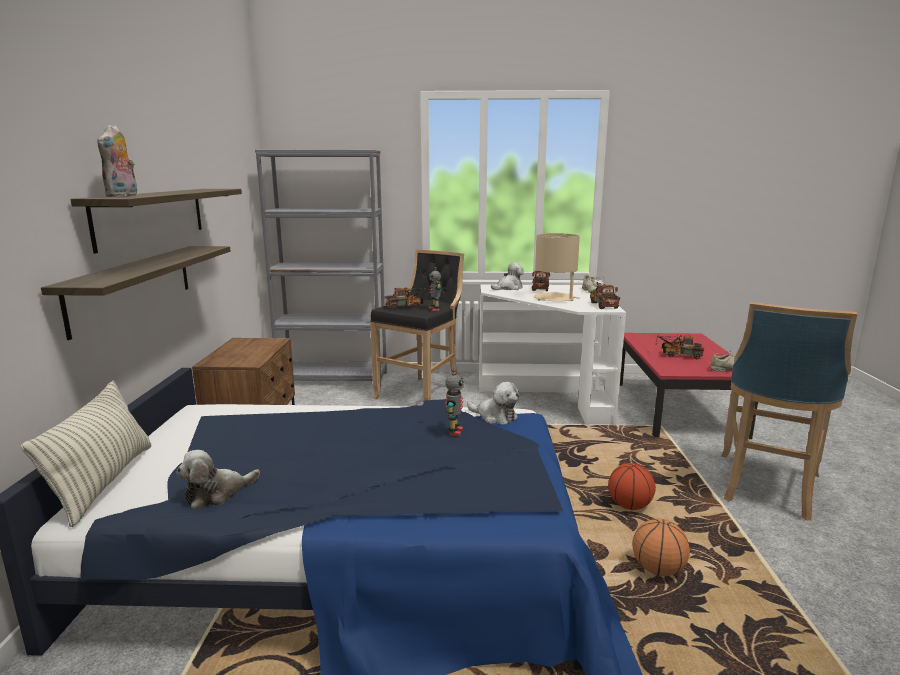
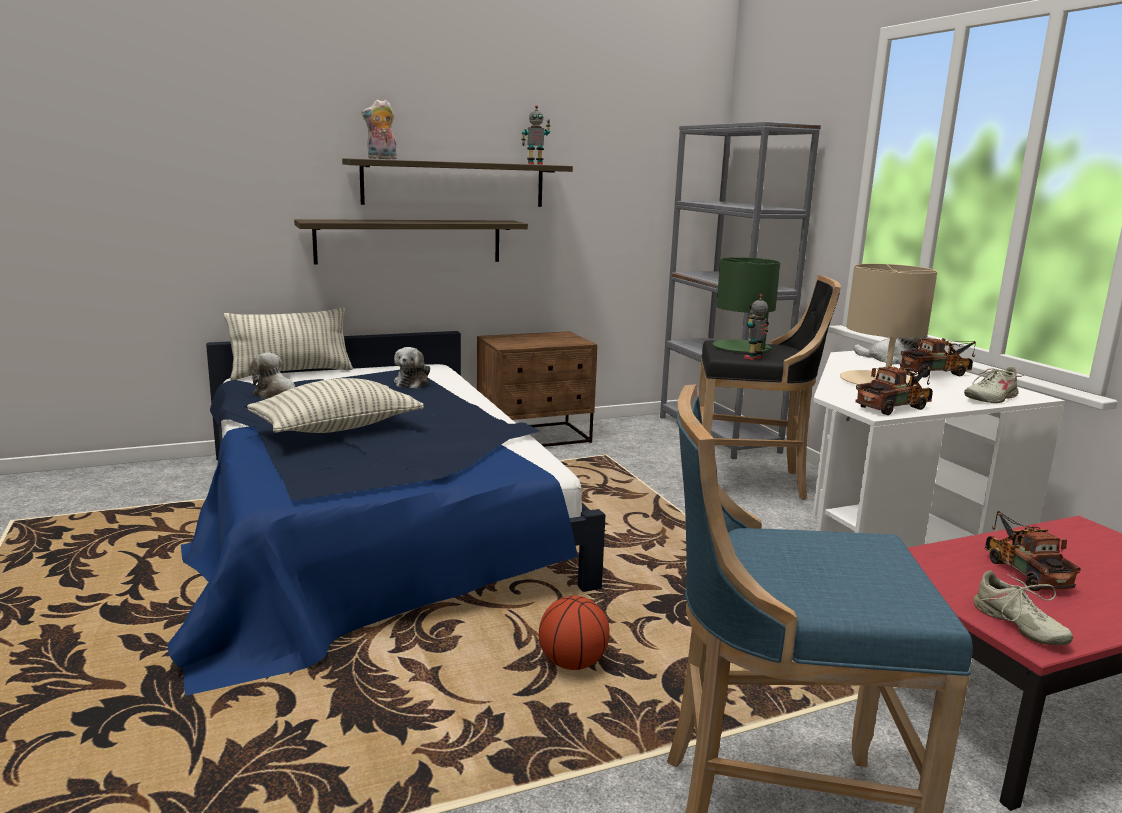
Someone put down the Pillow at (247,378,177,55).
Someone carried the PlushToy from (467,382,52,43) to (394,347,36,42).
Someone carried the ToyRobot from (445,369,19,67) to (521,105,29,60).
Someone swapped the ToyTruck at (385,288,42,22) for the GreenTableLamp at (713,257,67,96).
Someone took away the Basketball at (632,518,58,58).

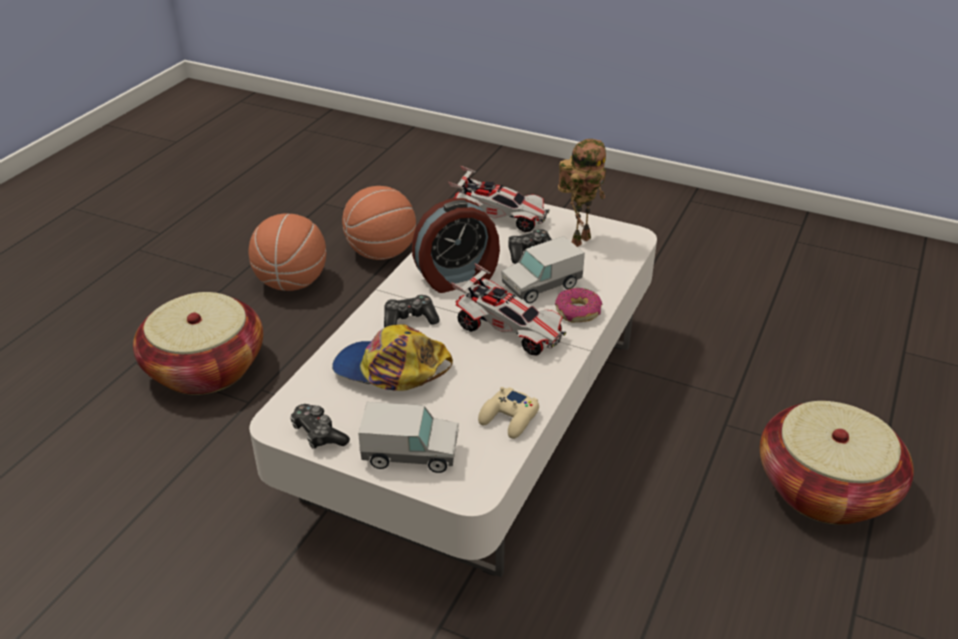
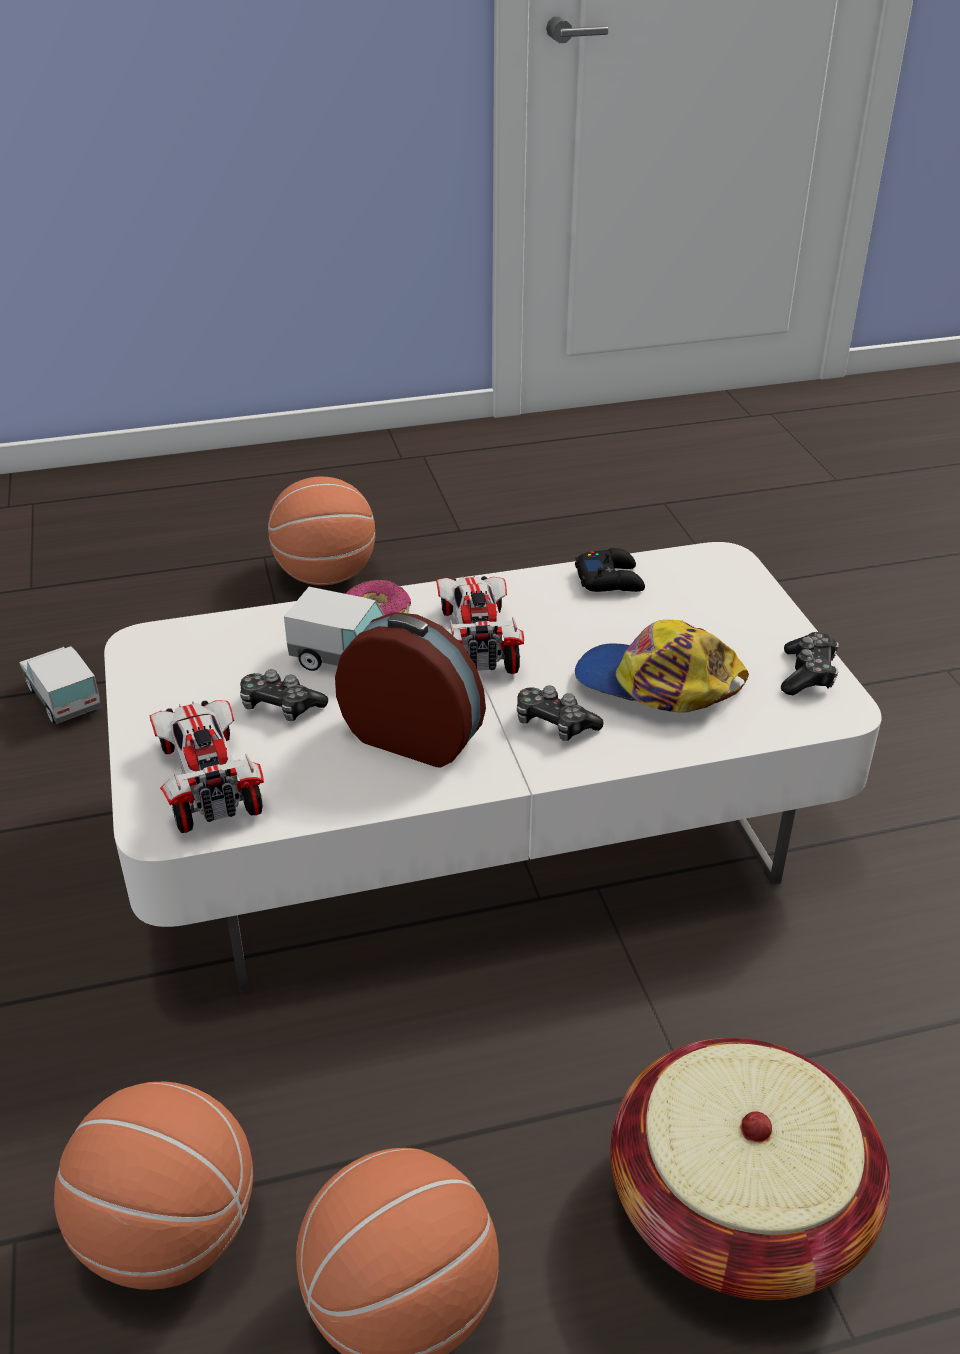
Someone carried the ToyTruck from (358,402,101,71) to (19,646,82,78).
Someone swapped the Basket at (760,401,154,124) for the Basketball at (268,477,107,108).
Someone repainted the BeigeGameController at (478,387,61,52), which became the BlackGameController at (575,548,70,44).
Someone rotated the Cap at (332,325,121,66) by 135 degrees clockwise.
Someone took away the ToyRobot at (558,139,48,108).

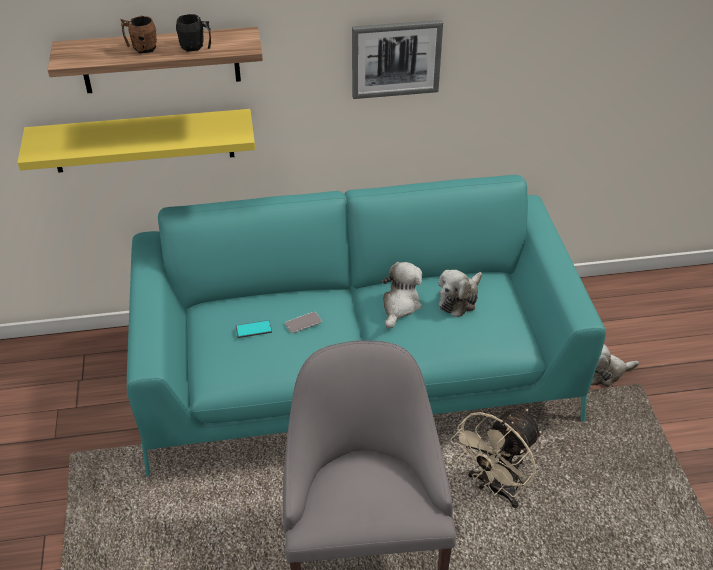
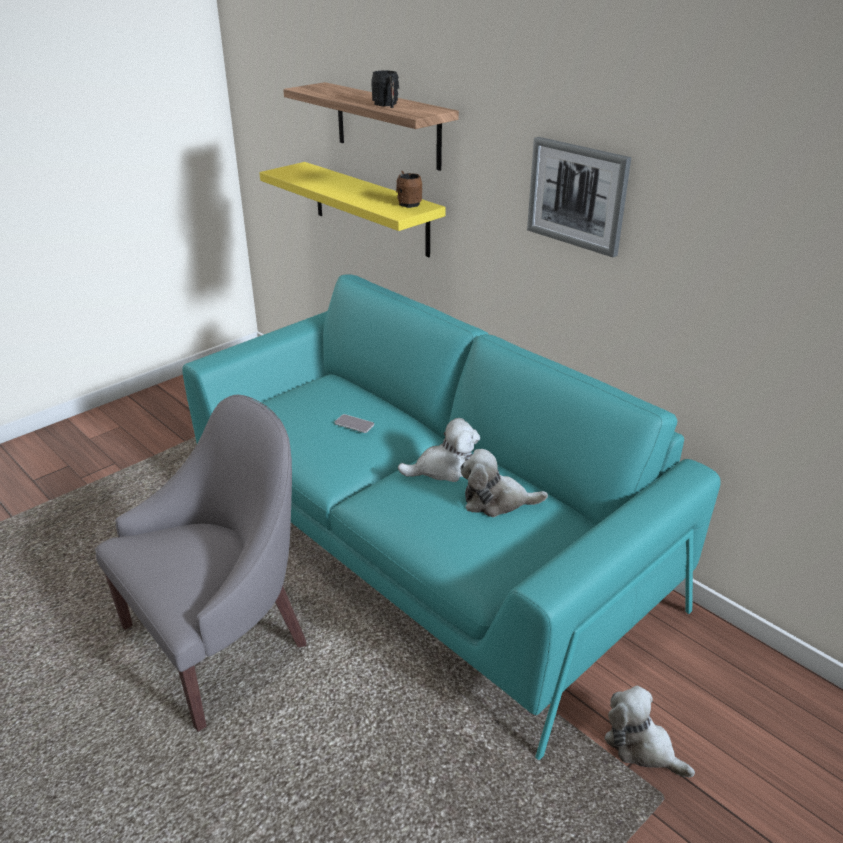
Someone carried the BrownMug from (120,16,37,37) to (396,171,26,37).
Someone took away the Phone at (236,320,36,18).
Someone took away the BeigeFan at (451,408,91,100).

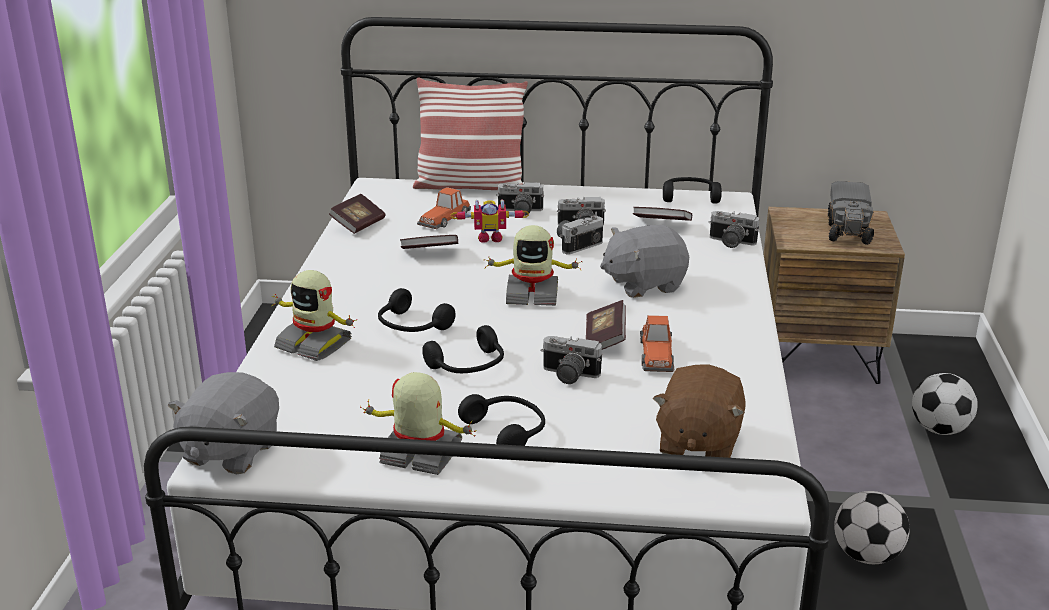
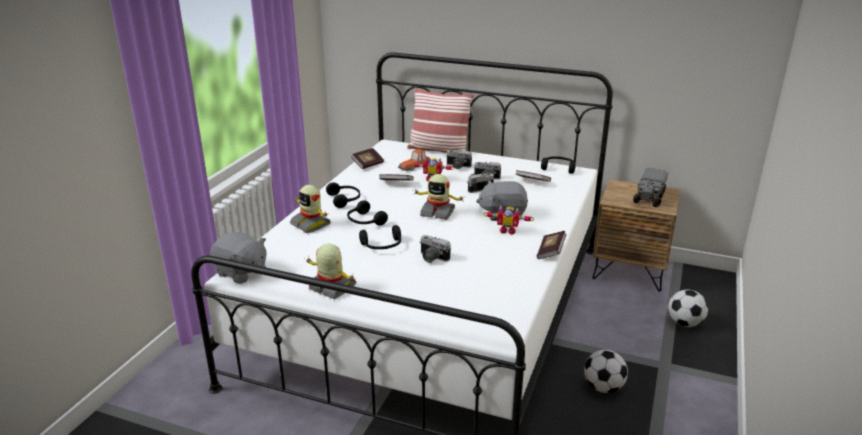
Someone rotated the GreyPlushToy at (168,372,111,102) by 90 degrees counterclockwise.
Someone carried the BlackHeadphones from (458,394,87,52) to (326,182,34,26).
Someone put down the ToyRobot at (484,206,50,28).
Someone carried the Book from (586,300,40,50) to (537,231,29,28).
Someone took away the ToyCar at (640,315,34,57).
Someone took away the BrownPlushToy at (653,364,92,94).
Someone took away the PhotoCamera at (709,211,50,37).

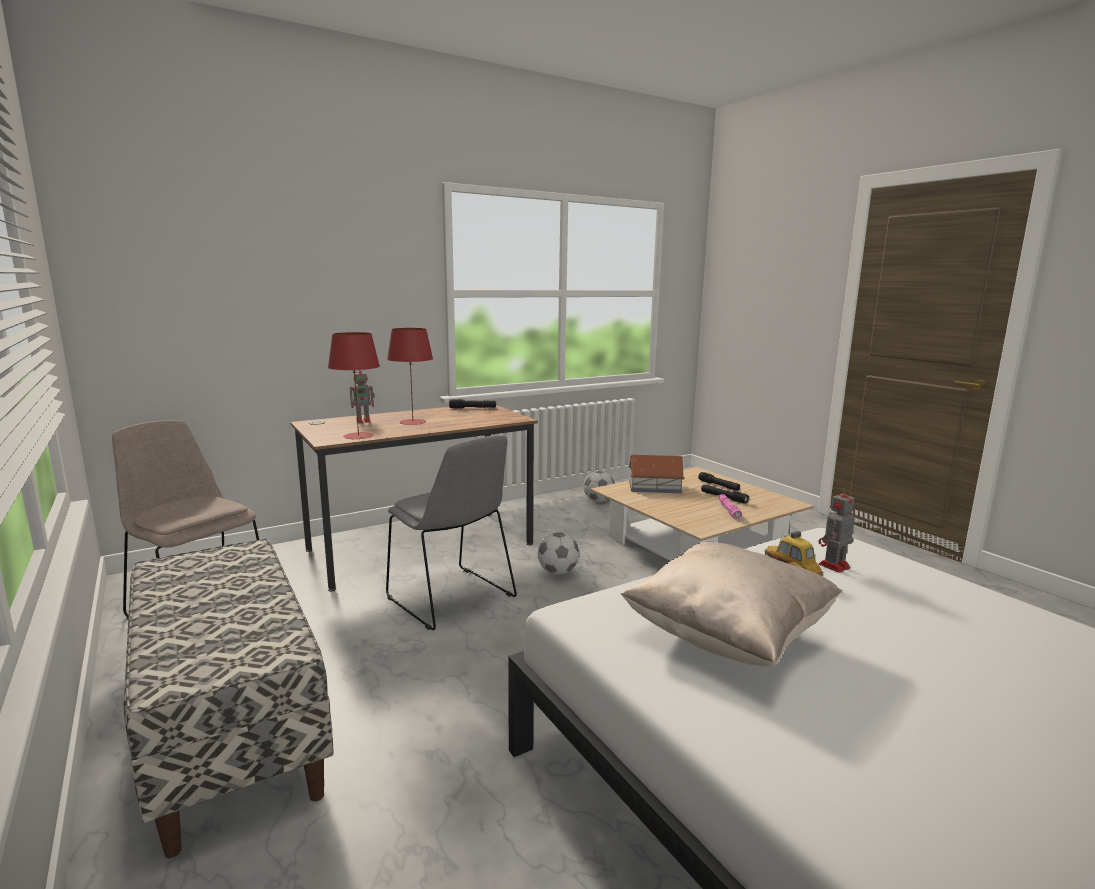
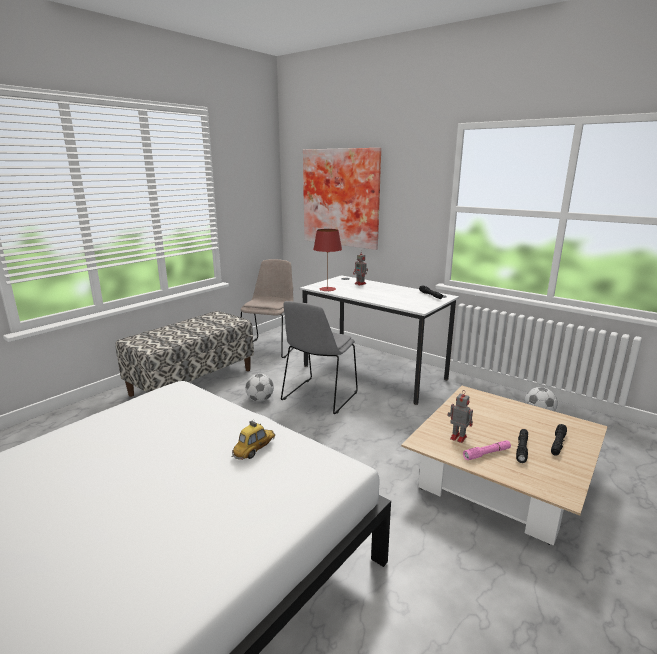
Someone carried the Football from (538,532,41,43) to (245,373,29,29).
Someone repainted the BrownDesk at (291,405,247,186), which became the WhiteDesk at (300,275,159,130).
Someone put up the Picture at (303,148,78,102).
Someone carried the ToyRobot from (818,487,37,86) to (447,393,26,50).
Someone took away the RedTableLamp at (387,328,46,97).
Someone took away the BeigePillow at (621,542,222,125).
Someone took away the ToyHouse at (629,455,56,38).

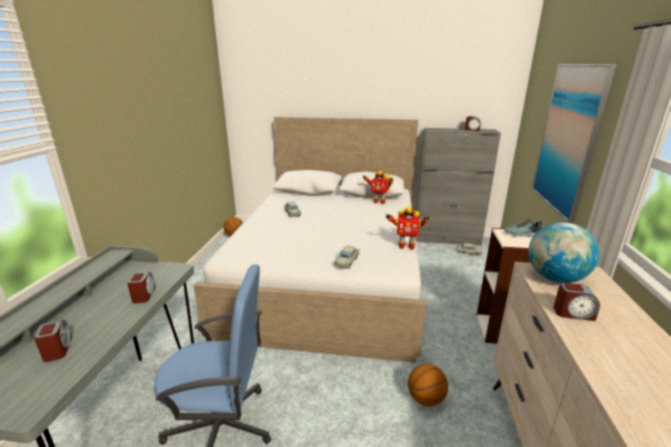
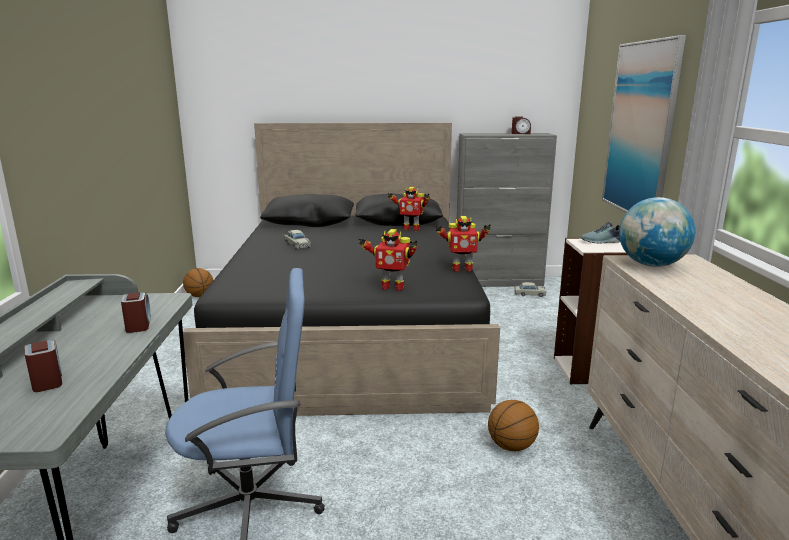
Someone repainted the WhiteBed at (193,117,233,246), which became the BlackBed at (183,123,317,293).
Someone swapped the BeigeToyCar at (334,245,25,24) for the ToyRobot at (359,229,58,62).
Someone took away the AlarmClock at (553,282,47,39).

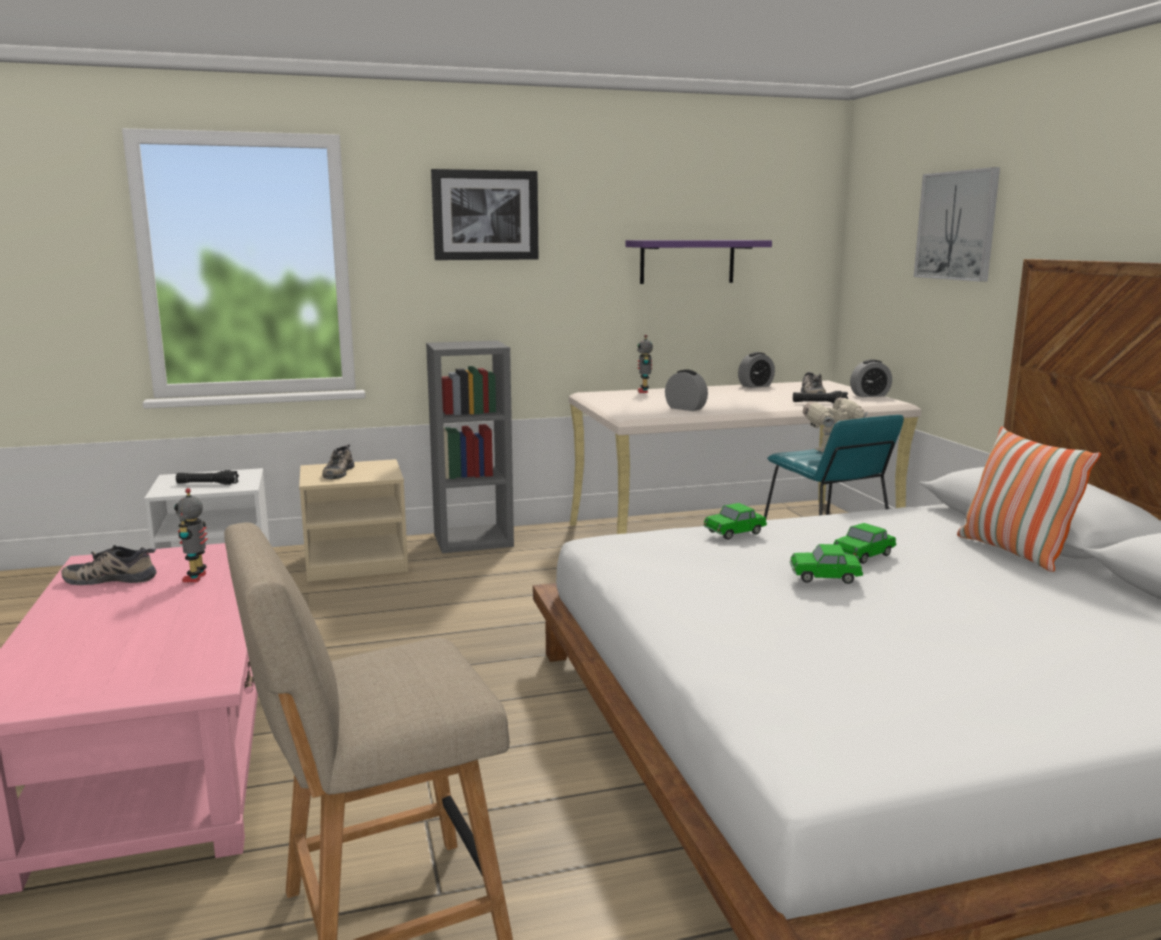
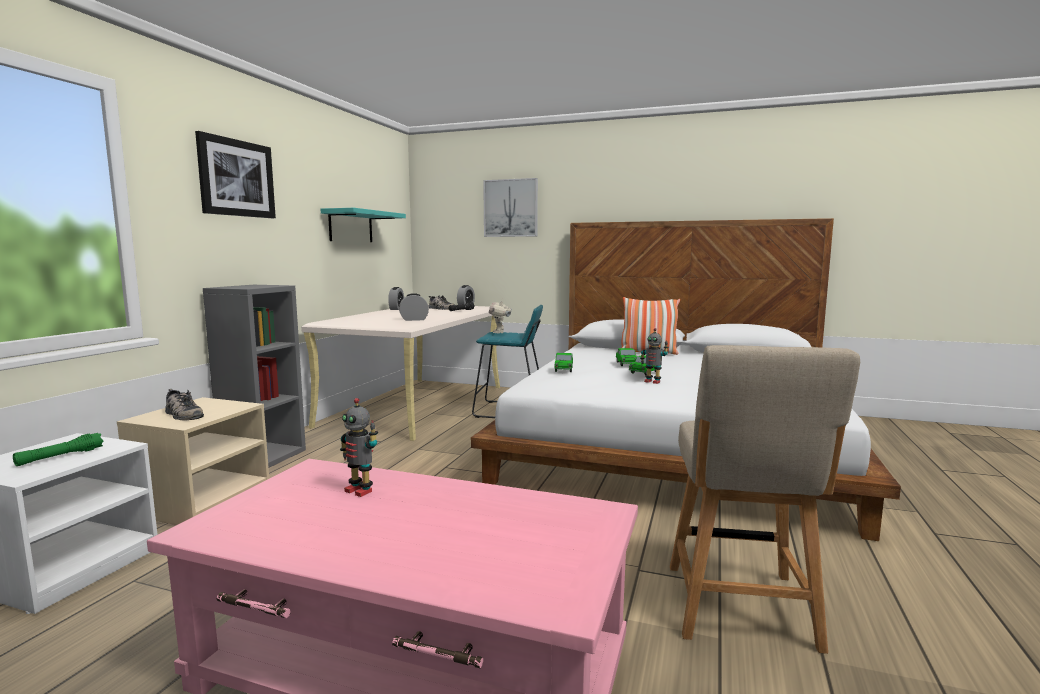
Someone repainted the BlackFlashlight at (176,470,63,15), which became the GreenFlashlight at (13,433,90,33).
Someone repainted the PurpleShelf at (626,240,146,44), which became the TurquoiseShelf at (321,208,85,34).
Someone carried the ToyRobot from (637,335,16,58) to (640,328,29,56).
Someone took away the Shoe at (61,545,96,40).

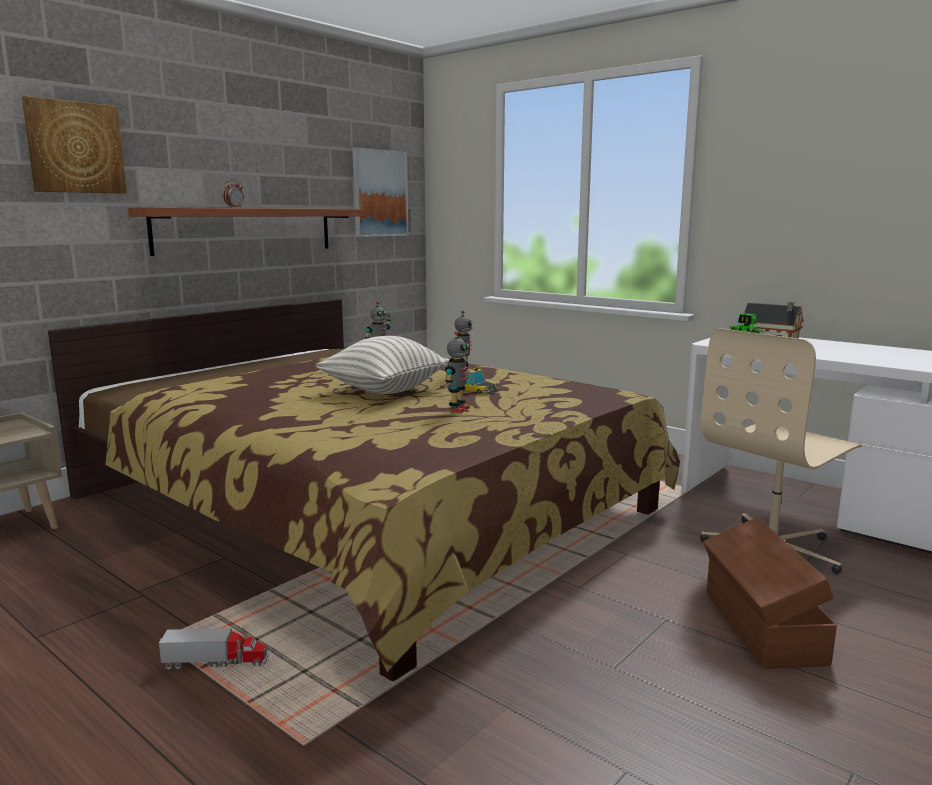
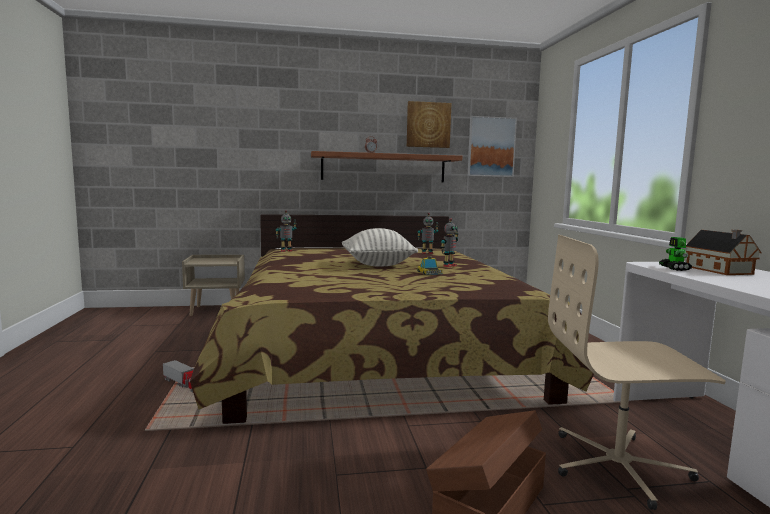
Someone carried the ToyRobot from (445,331,24,82) to (276,211,20,41).
Someone carried the Picture from (22,96,105,98) to (407,101,44,47).

